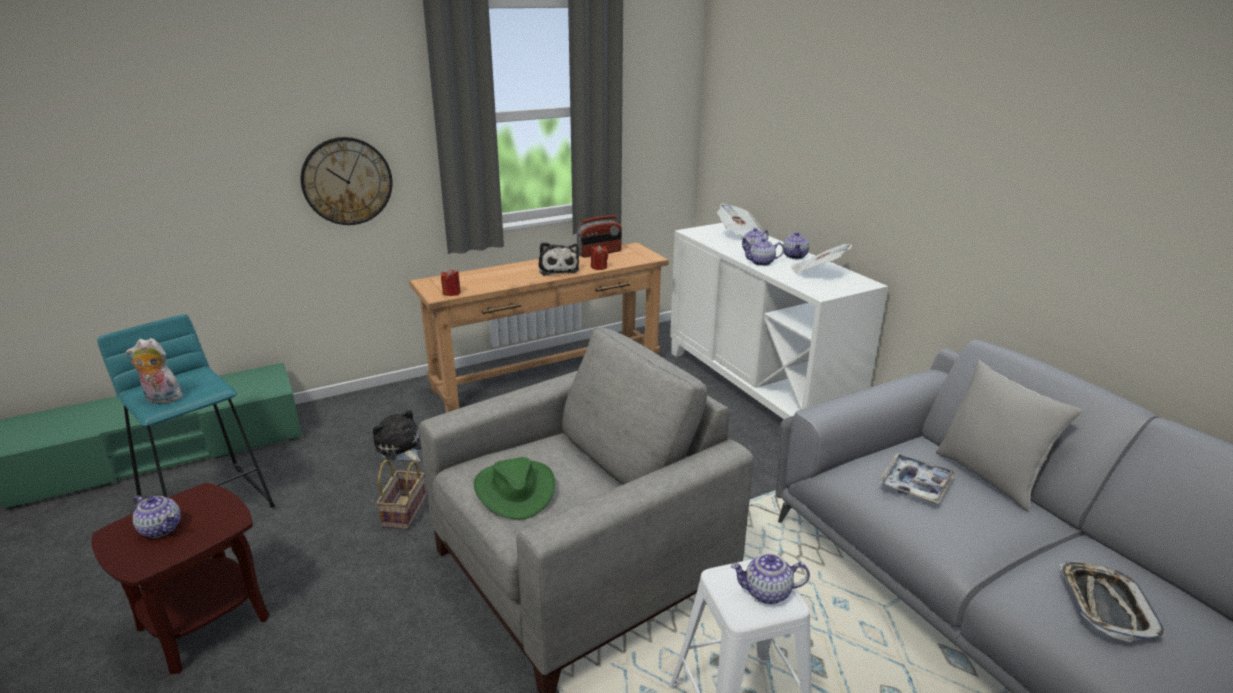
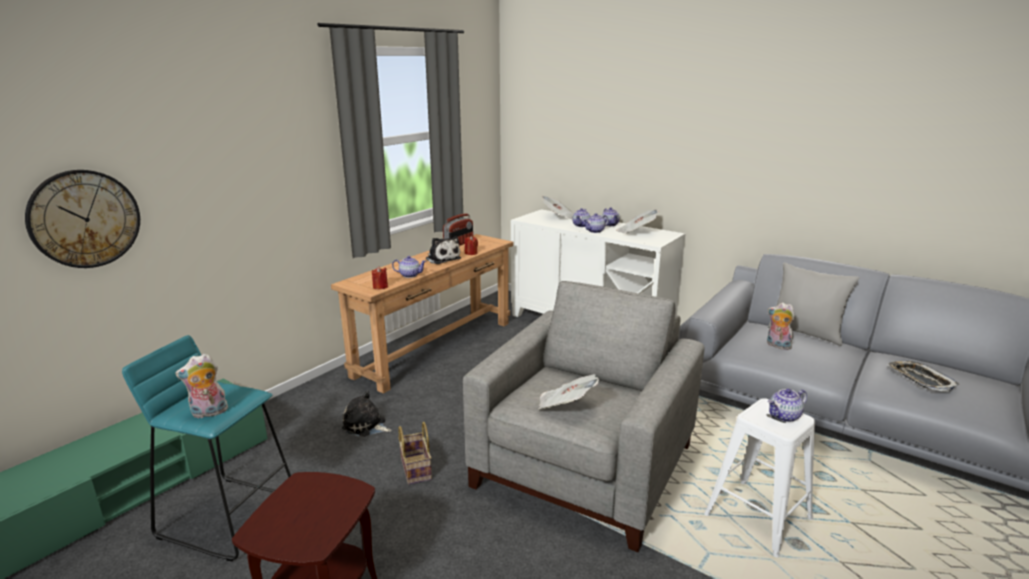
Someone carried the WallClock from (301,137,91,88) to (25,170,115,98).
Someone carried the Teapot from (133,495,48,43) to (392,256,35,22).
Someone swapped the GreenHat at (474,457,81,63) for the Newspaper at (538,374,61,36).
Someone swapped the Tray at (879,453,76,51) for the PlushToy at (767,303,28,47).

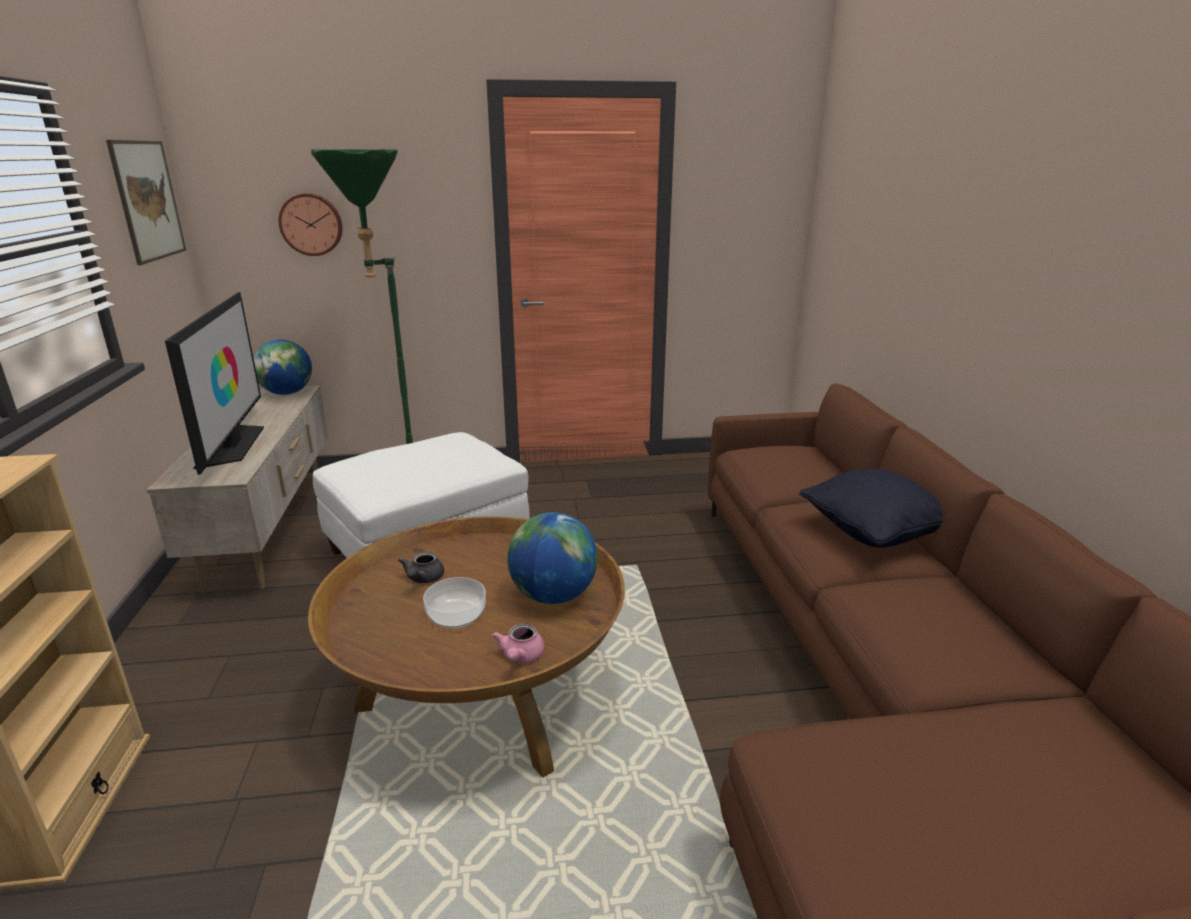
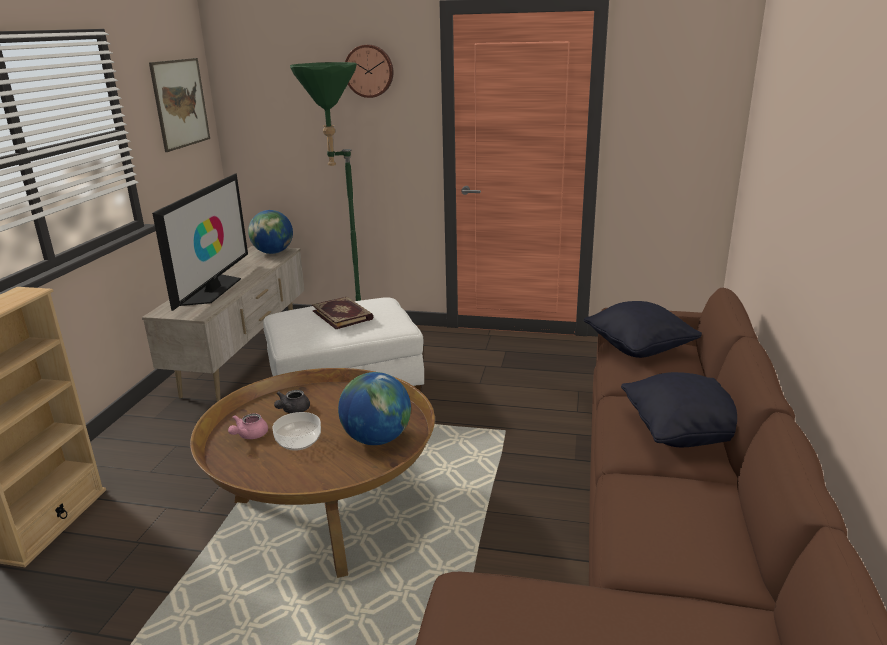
Someone carried the PinkTeapot from (492,624,53,39) to (228,413,40,26).
Someone put down the Book at (312,297,62,32).
Someone carried the WallClock from (279,193,63,63) to (345,45,48,53).
Someone put down the BlackPillow at (583,301,119,57).

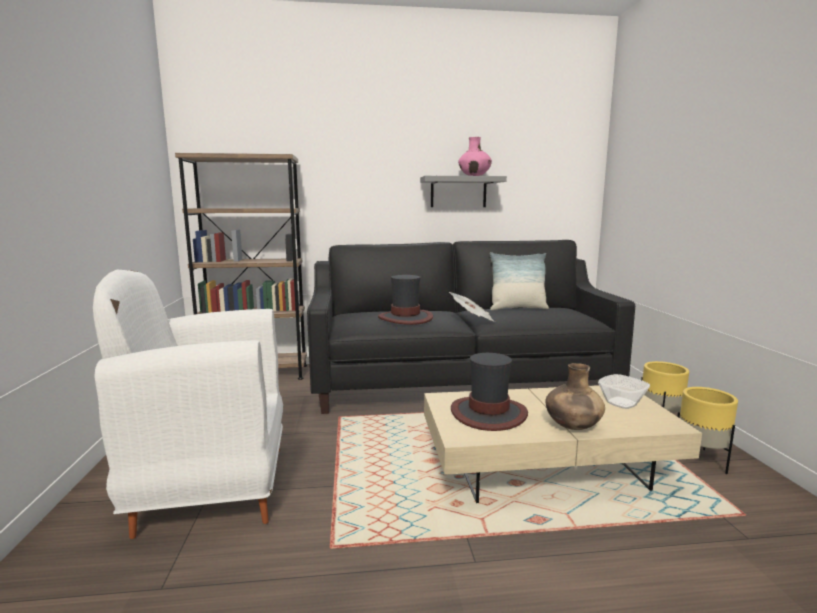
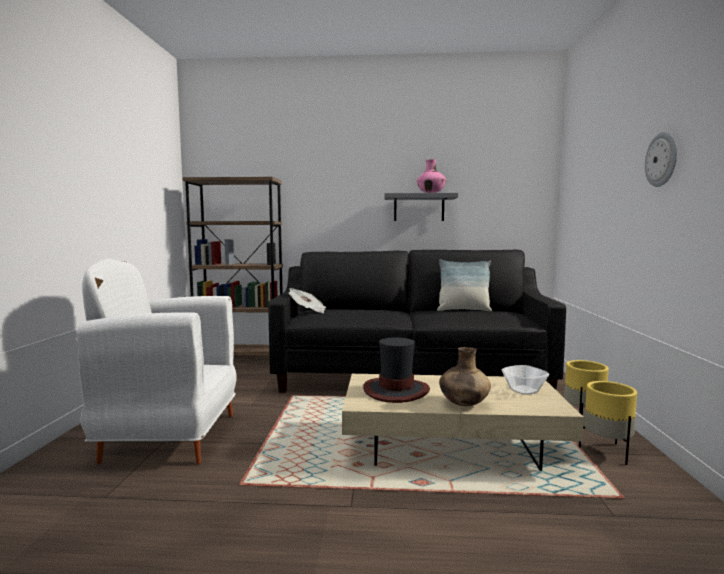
Someone carried the Newspaper from (449,292,46,30) to (289,288,37,25).
Someone put up the WallClock at (645,132,32,55).
Someone took away the Hat at (378,275,55,50).

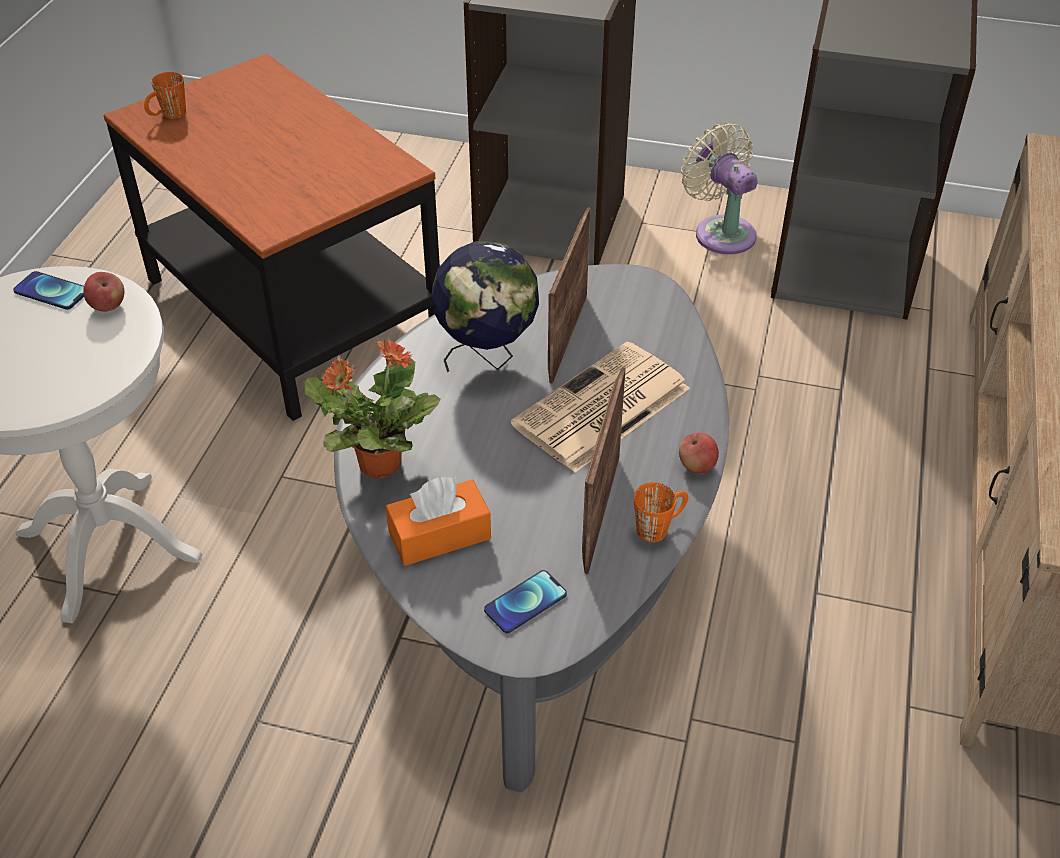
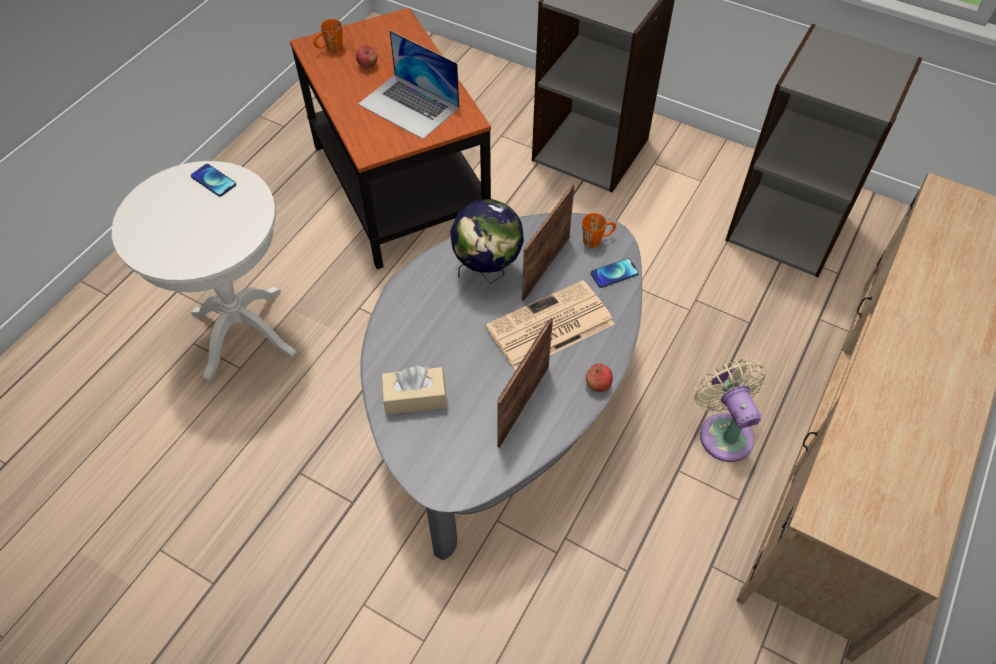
Someone carried the Apple from (83,272,41,40) to (356,45,22,23).
Someone put down the Laptop at (358,31,102,108).
Someone repainted the OrangeTissueBox at (386,476,105,90), which became the BeigeTissueBox at (382,366,65,48).
Someone carried the OrangeMug from (634,482,54,60) to (582,213,34,35).
Someone carried the Phone from (484,570,83,63) to (591,258,48,30).
Someone carried the BeigeFan from (681,123,77,131) to (694,359,73,103).
Someone took away the PottedPlant at (304,340,137,138).

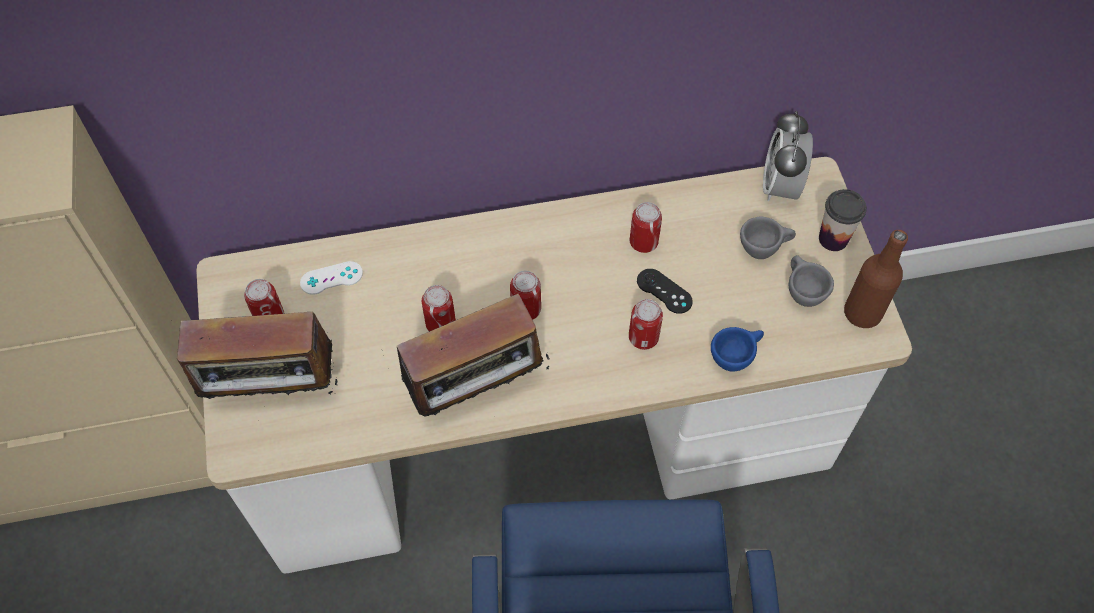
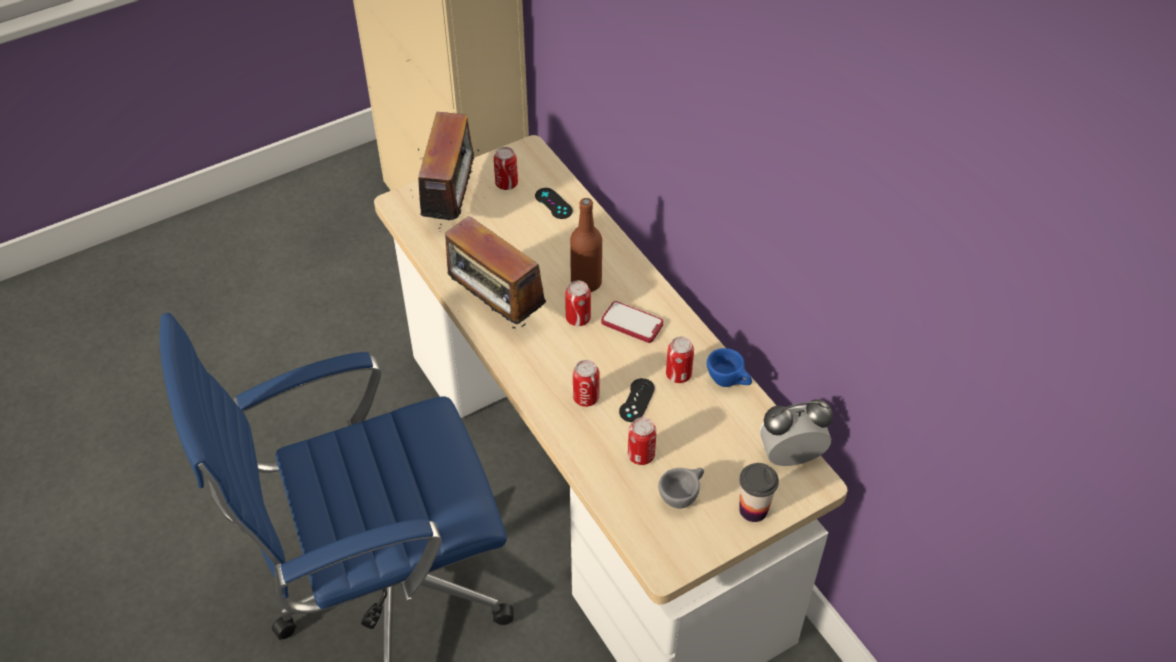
Someone rotated the Radio at (177,312,161,112) by 150 degrees counterclockwise.
Someone repainted the WhiteGameController at (300,261,63,34), which became the BlackGameController at (535,188,38,31).
Someone carried the BrownBottle from (844,230,64,98) to (570,198,32,94).
Someone put down the Phone at (601,301,62,42).
Someone carried the Can from (422,285,34,46) to (628,417,28,48).
Someone carried the BlueCup from (711,327,53,45) to (707,348,45,39).
Someone took away the GreyCup at (740,216,56,43).

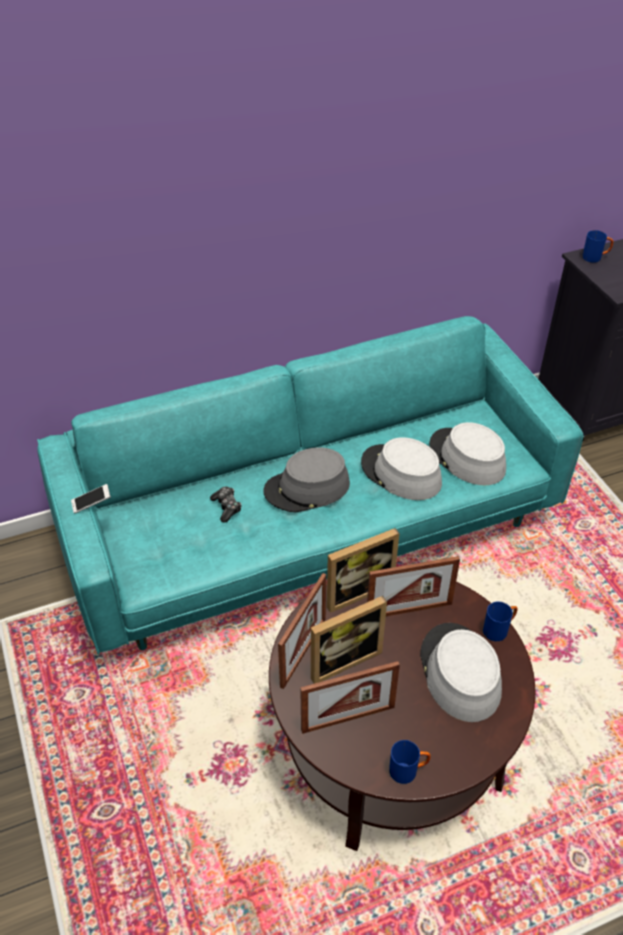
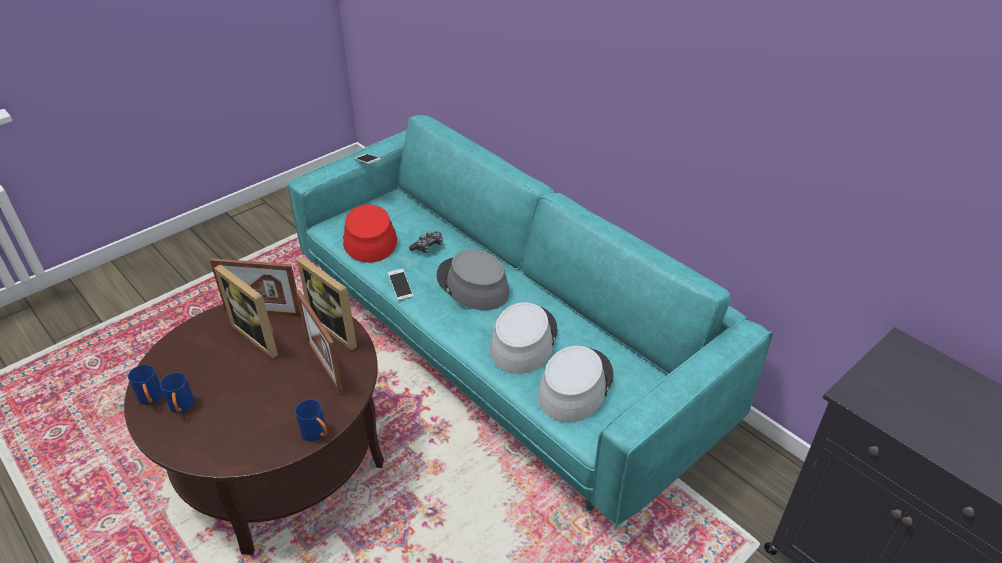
Someone carried the BlueMug from (582,230,31,33) to (160,372,35,41).
Someone put down the RedHat at (343,204,54,59).
Someone put down the Phone at (388,268,25,33).
Someone took away the PictureFrame at (300,661,100,73).
Someone took away the GreyHat at (420,623,82,99).

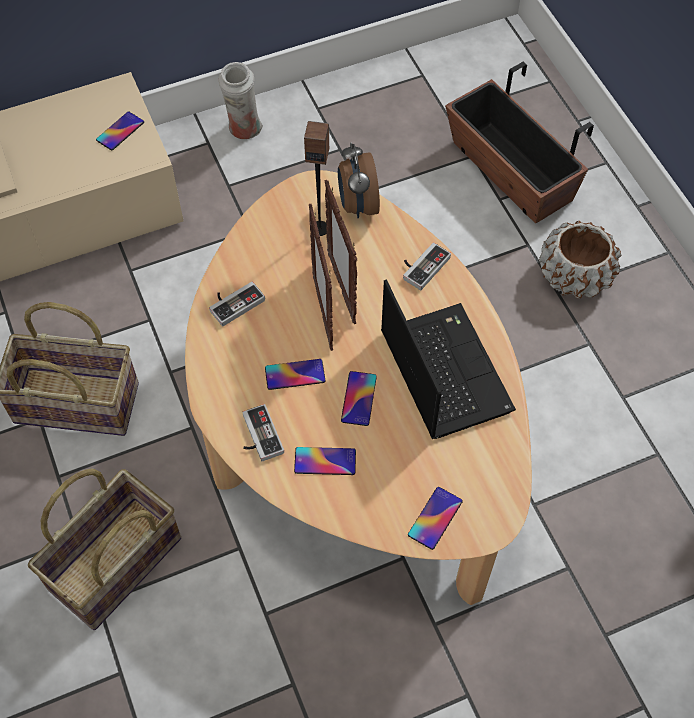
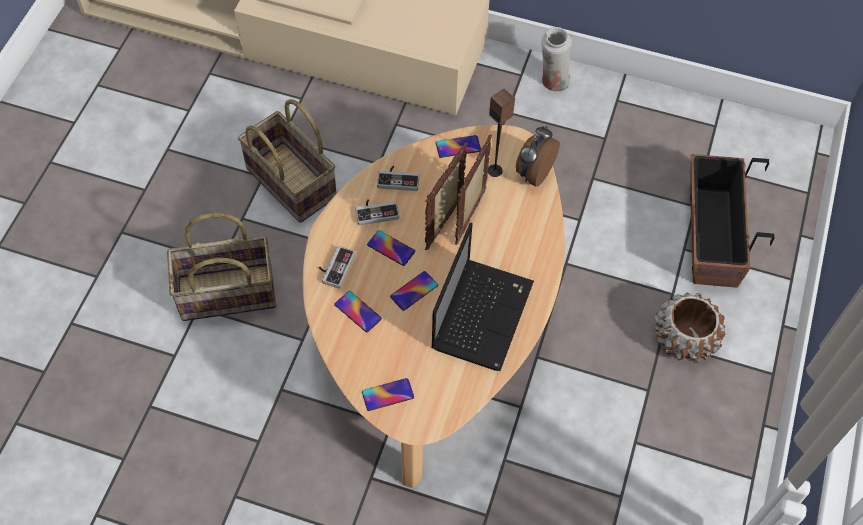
Someone carried the GameController from (403,243,48,47) to (355,199,44,26).
Someone carried the Phone from (96,112,48,38) to (436,135,45,23).

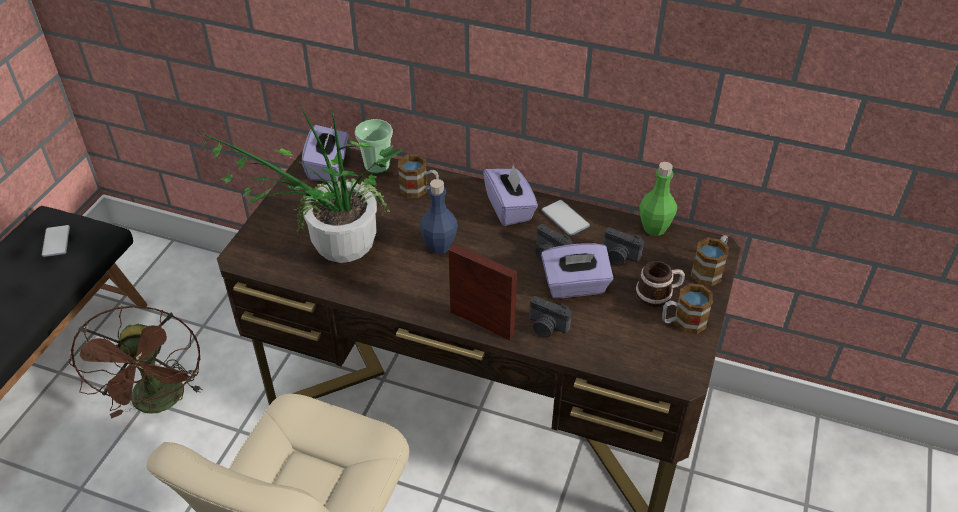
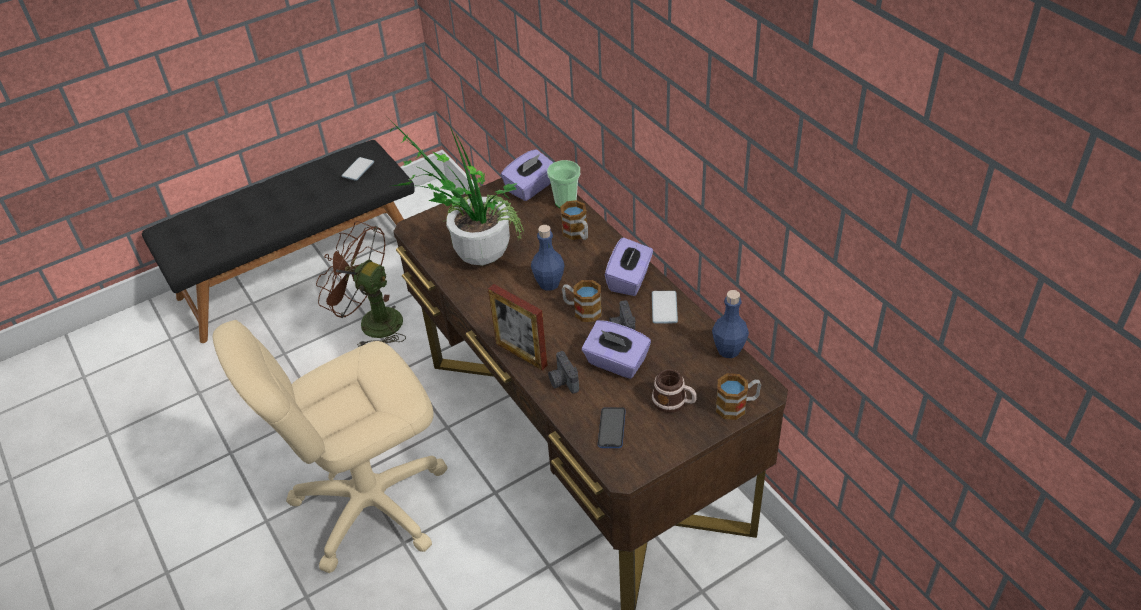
Someone rotated the BrownFan at (69,306,134,112) by 90 degrees clockwise.
Someone rotated the PictureFrame at (448,244,69,96) by 150 degrees clockwise.
Someone carried the Mug from (662,283,51,51) to (562,280,40,42).
Someone put down the Phone at (598,407,28,41).
Someone repainted the GreenBottle at (639,162,38,74), which became the BlueBottle at (712,290,37,68).
Someone took away the PhotoCamera at (603,227,41,39).

